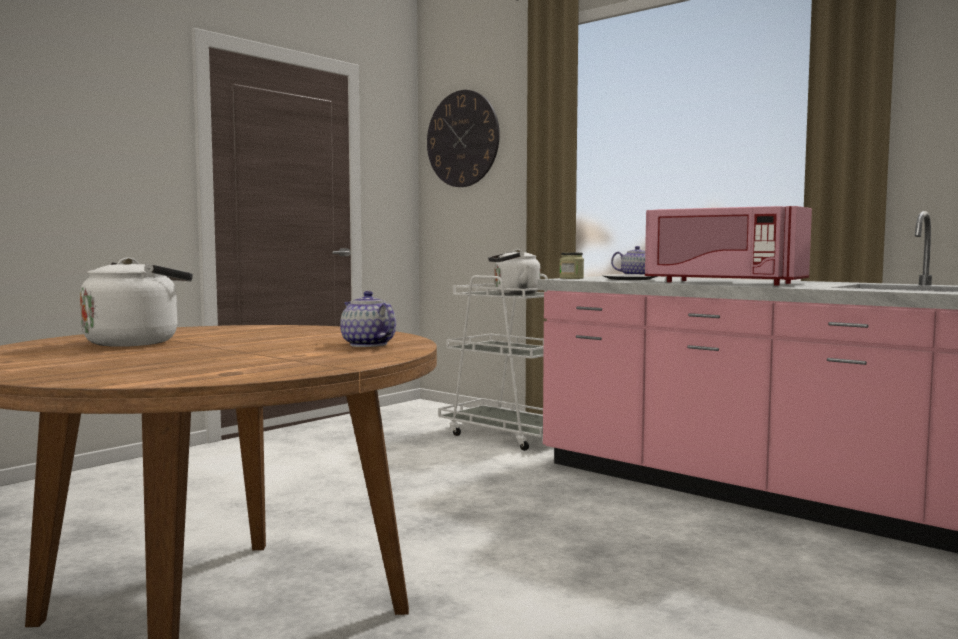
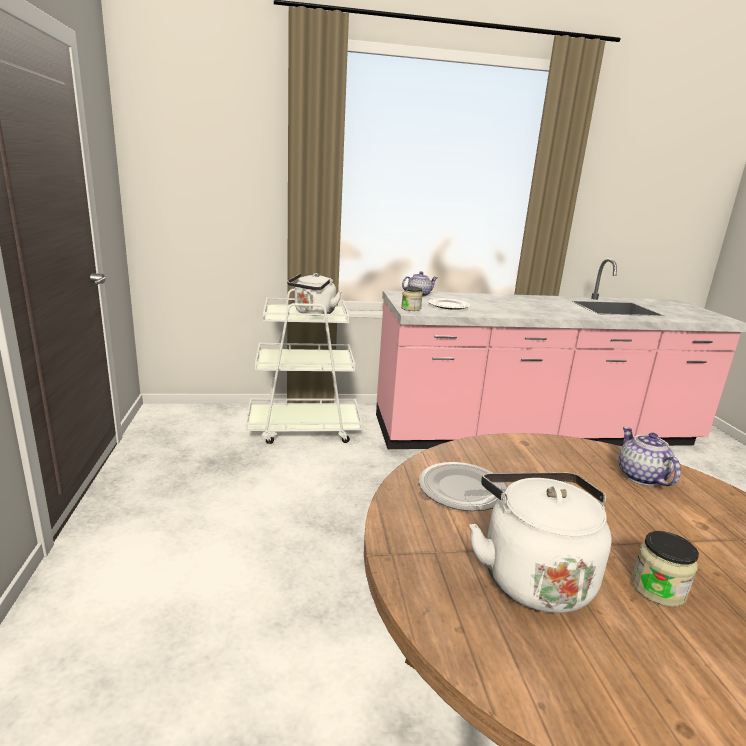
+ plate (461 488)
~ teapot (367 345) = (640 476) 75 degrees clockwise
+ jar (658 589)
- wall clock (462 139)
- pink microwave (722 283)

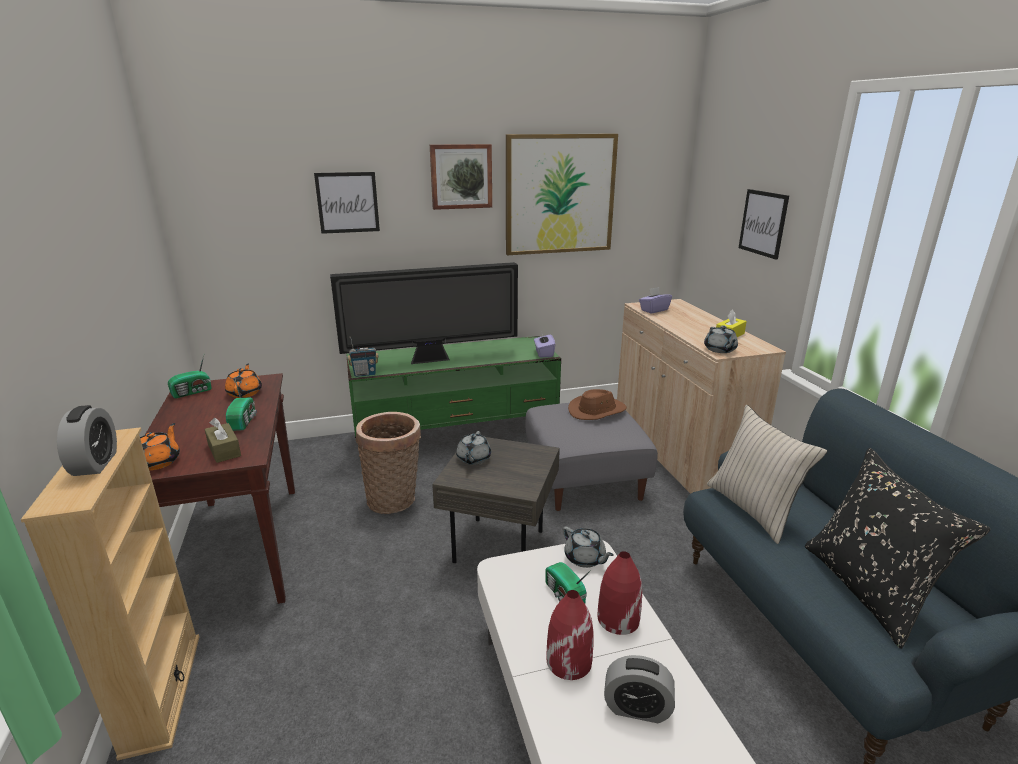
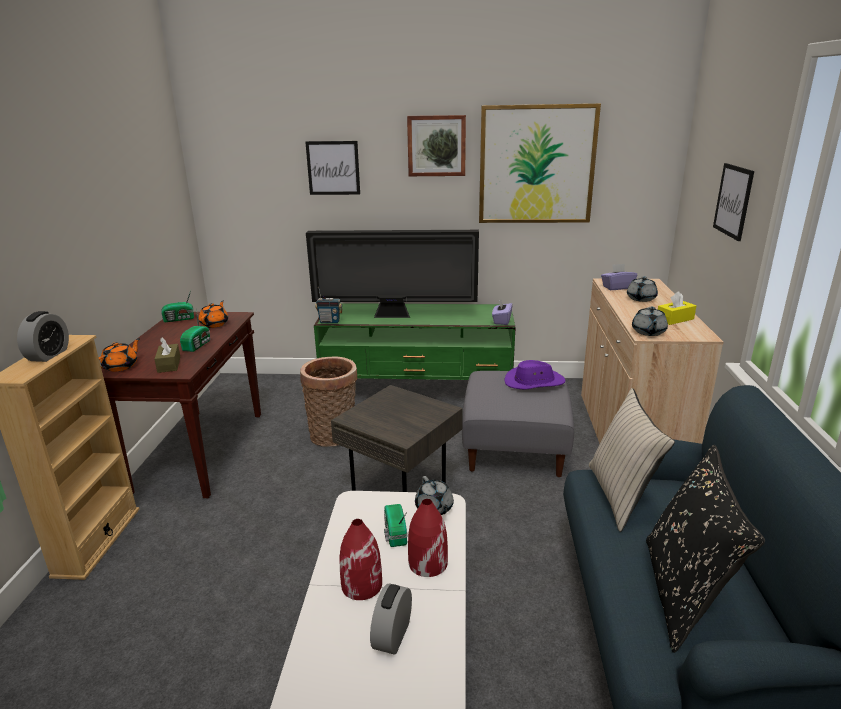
~ alarm clock (637 708) = (392 635) 75 degrees clockwise
~ brown hat (597 411) to purple hat (534 382)
~ grey teapot (473 459) to (640 299)

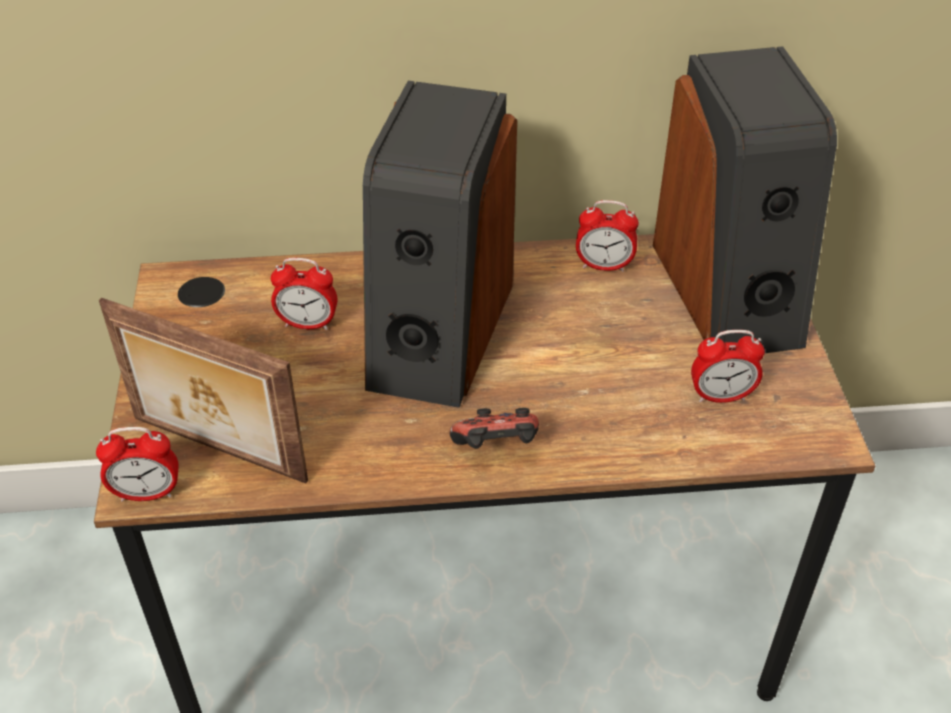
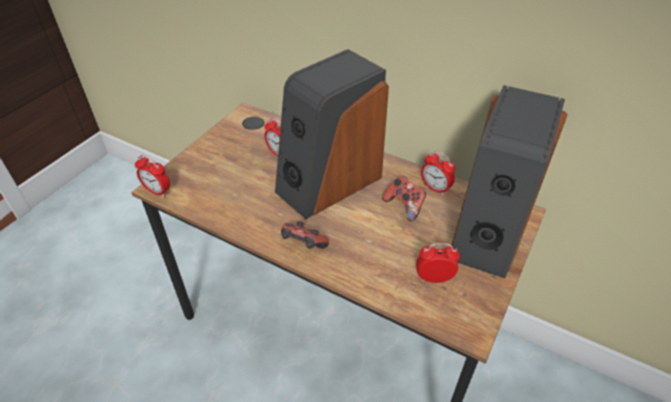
+ game controller (404 206)
~ alarm clock (721 396) = (434 278) 150 degrees clockwise
- picture frame (217 451)

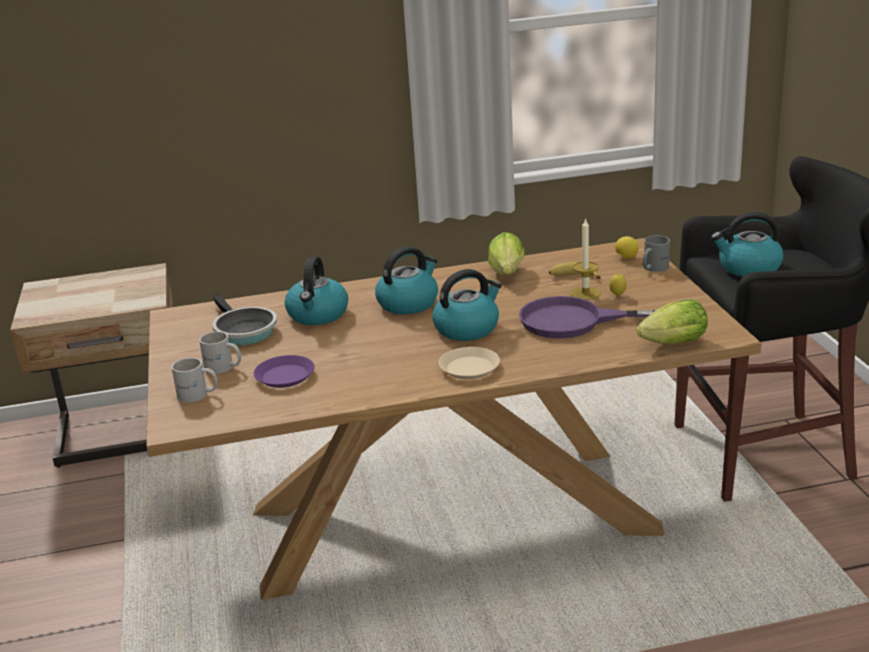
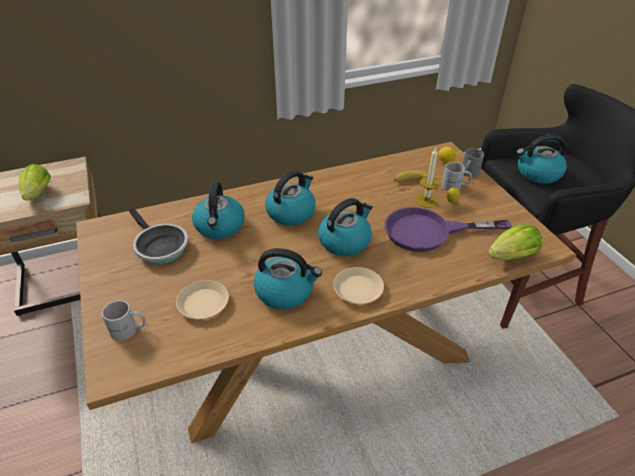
~ lettuce (507 274) to (37 195)
~ purple plate (285 376) to beige plate (203 303)
+ kettle (285 291)
~ white mug (223 368) to (455 186)

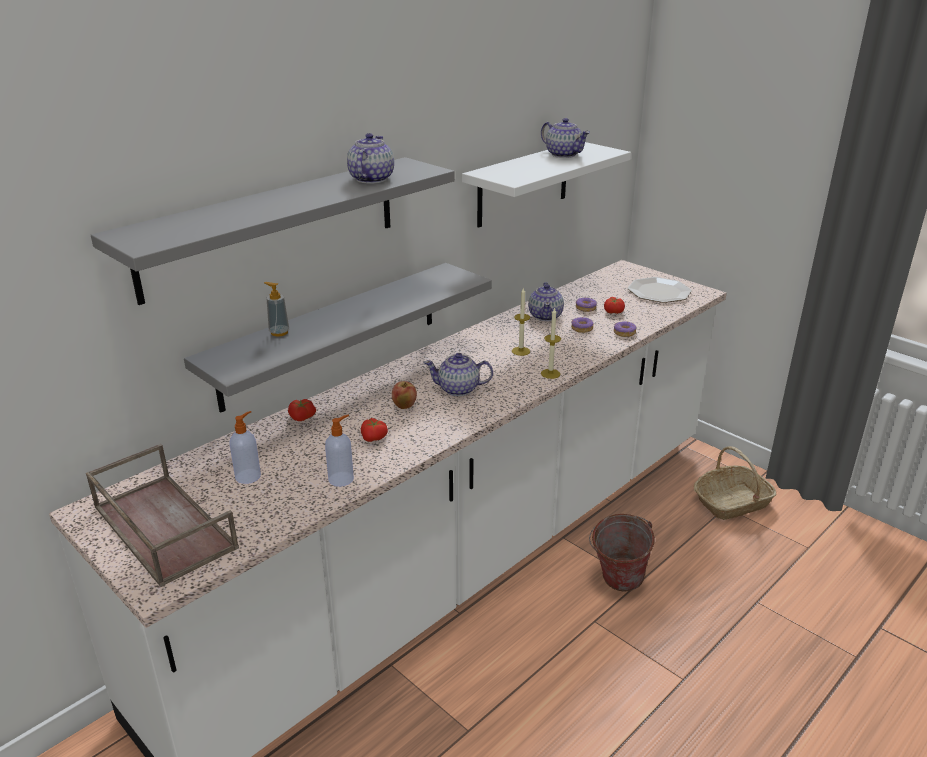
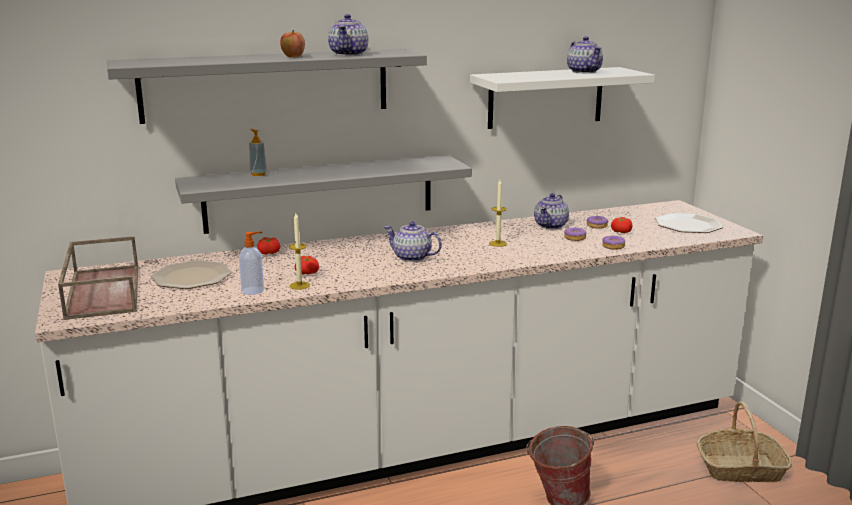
~ soap dispenser (249 476) to plate (191 277)
~ apple (404 406) to (293 57)
~ candle (550 373) to (299 285)
~ teapot (370 179) = (349 54) 150 degrees clockwise

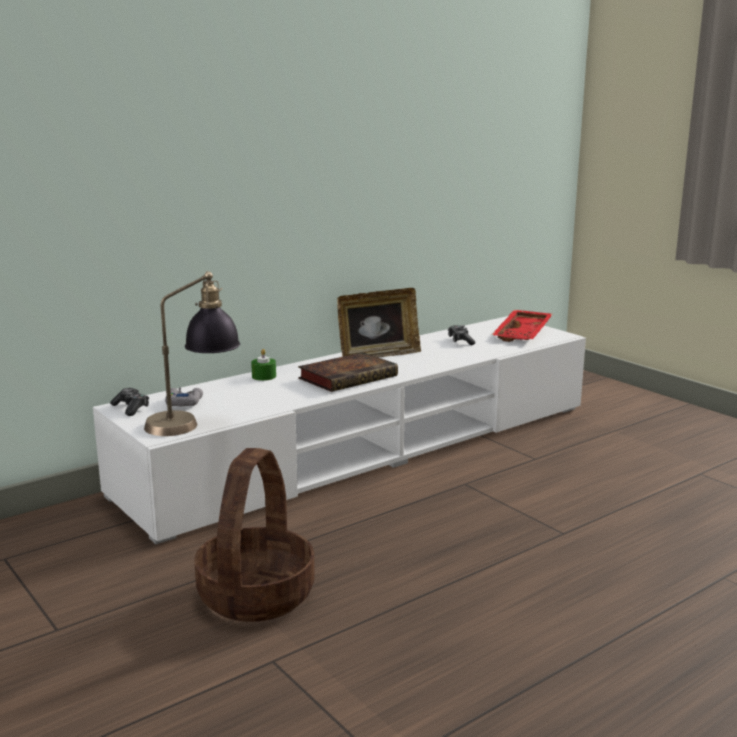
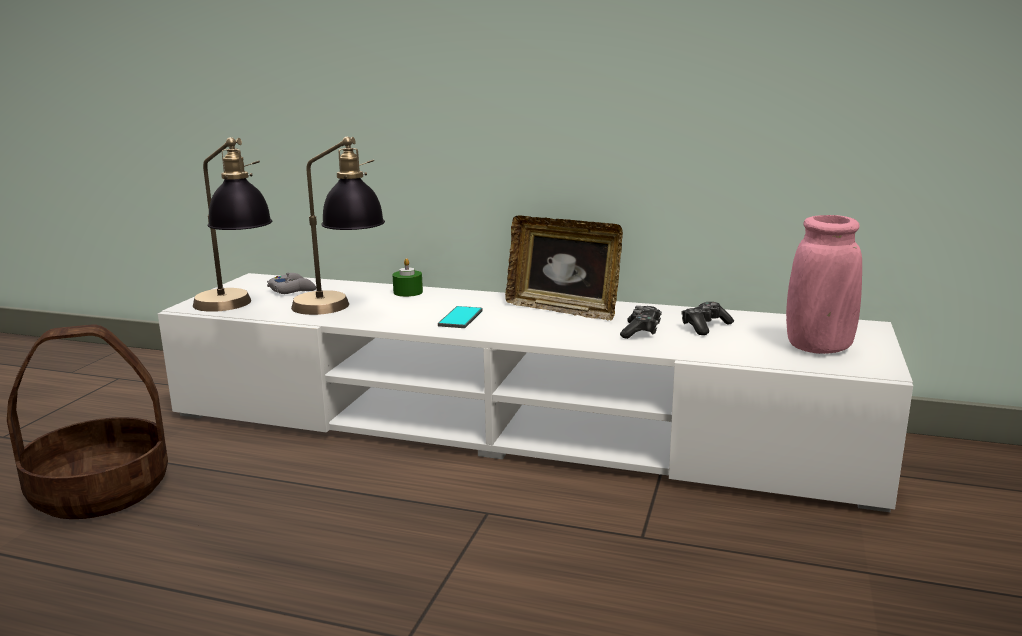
+ table lamp (340 309)
~ book (349 377) to phone (461 318)
~ game controller (131 408) to (641 331)
~ red tray (523 334) to pink vase (818 348)

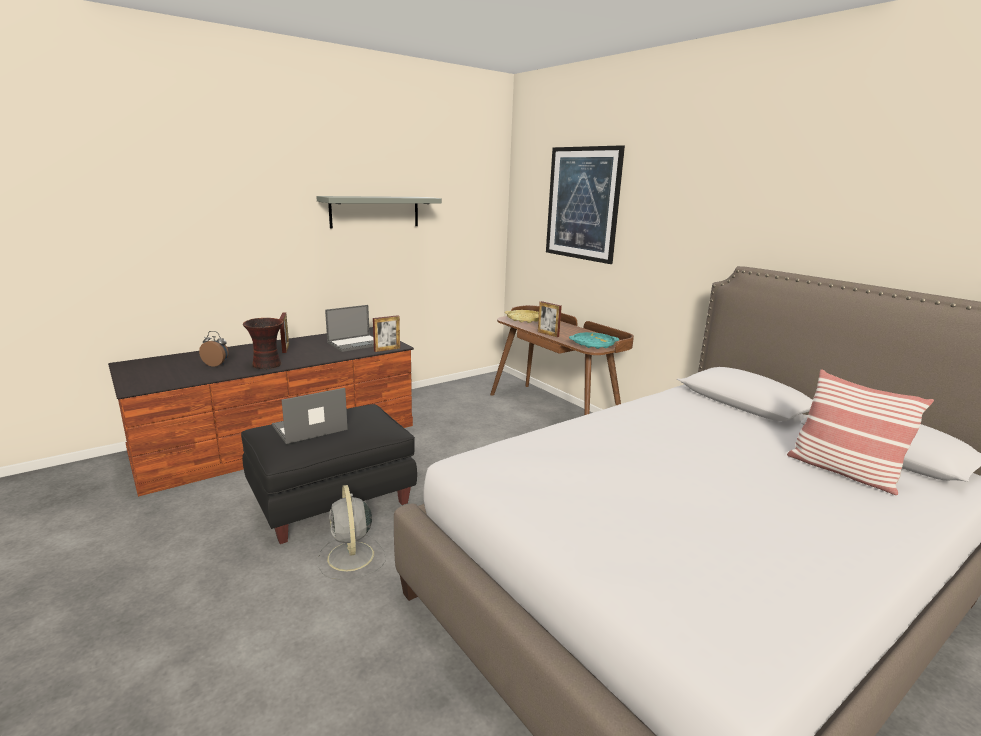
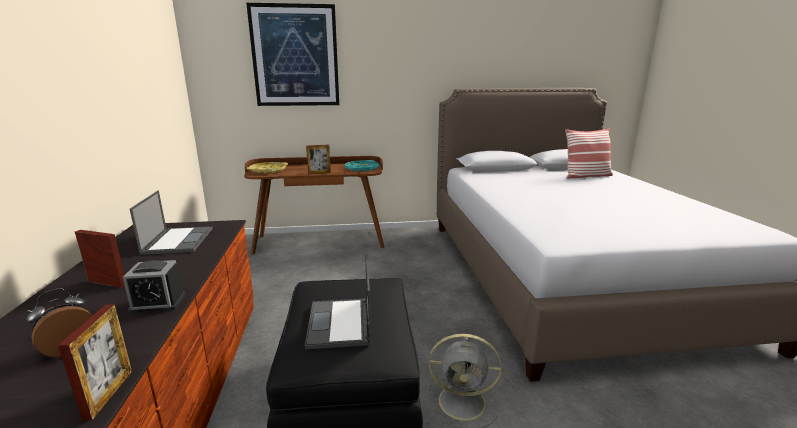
~ picture frame (387 349) to (109 394)
~ vase (268 365) to alarm clock (158 303)
- grey shelf (375 211)

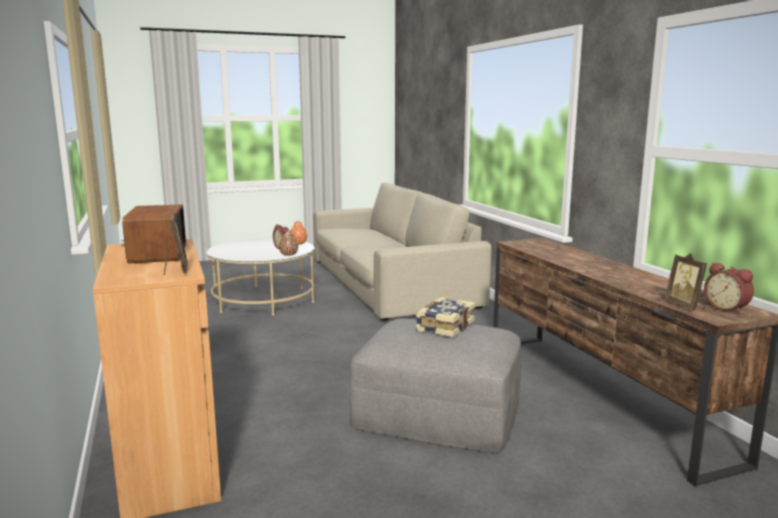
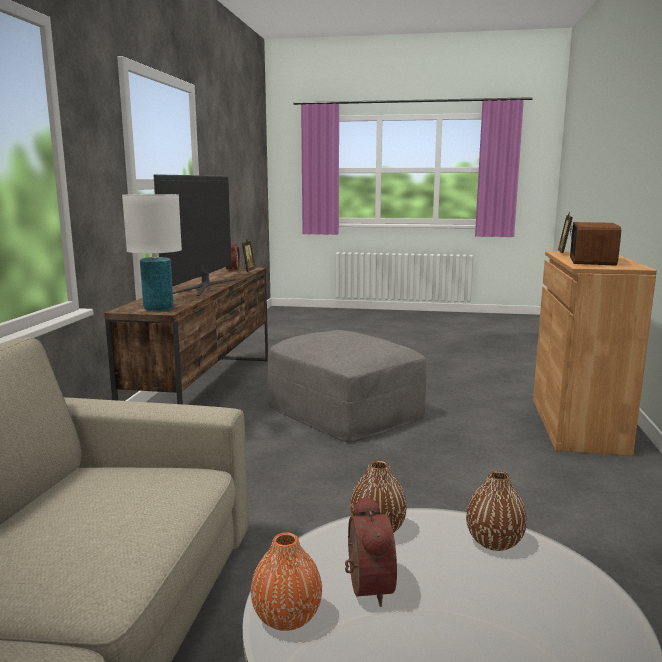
+ white table lamp (158 309)
+ television (202 286)
+ brown vase (494 542)
- book (444 326)

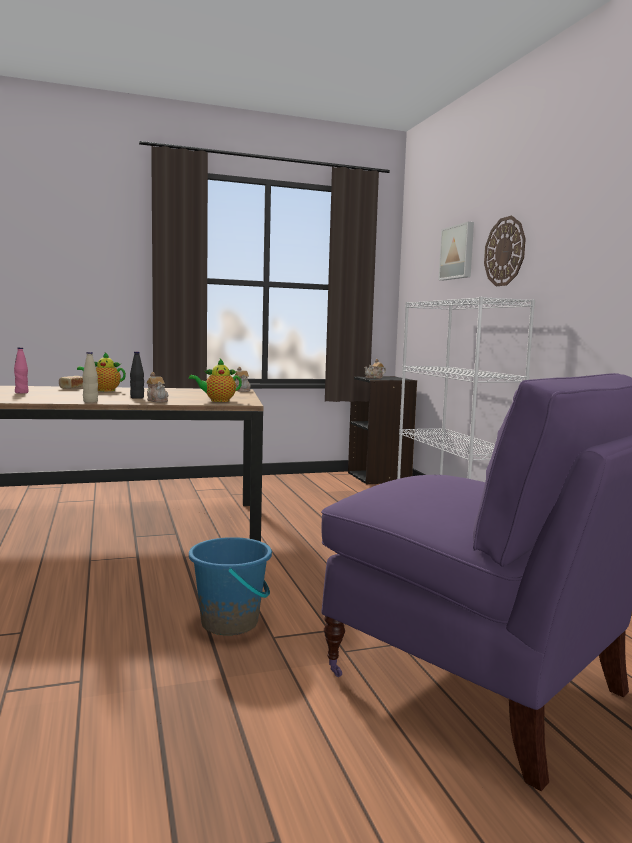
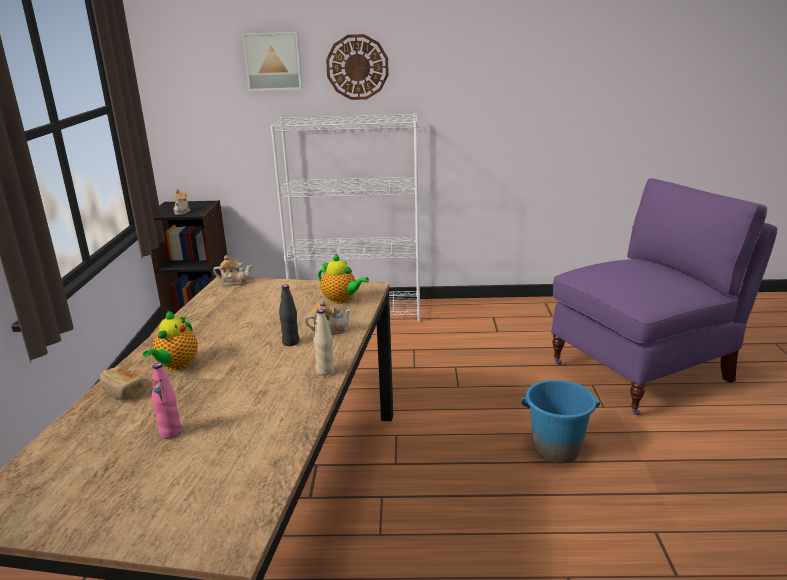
~ teapot (217 401) = (341 300) 60 degrees counterclockwise

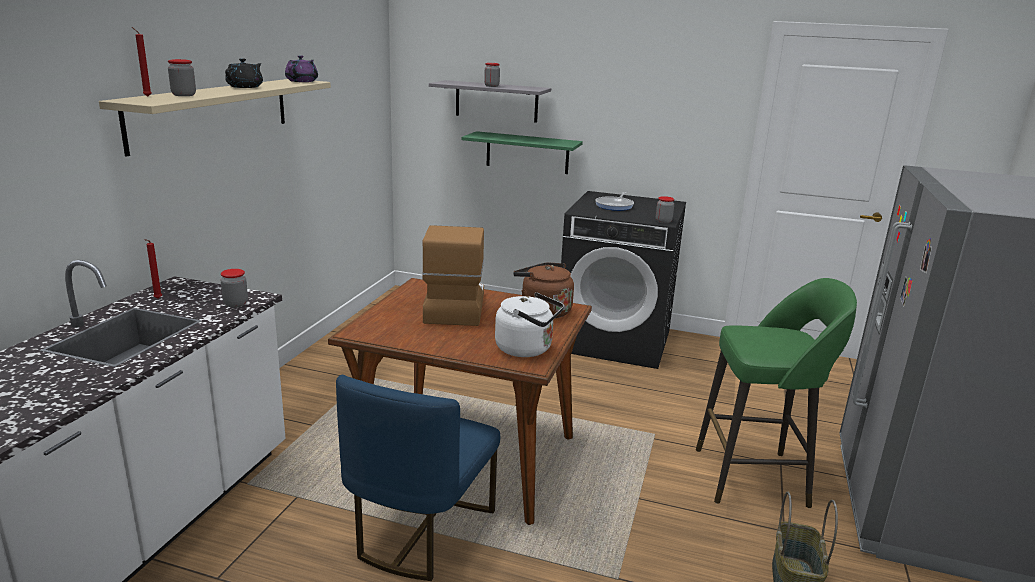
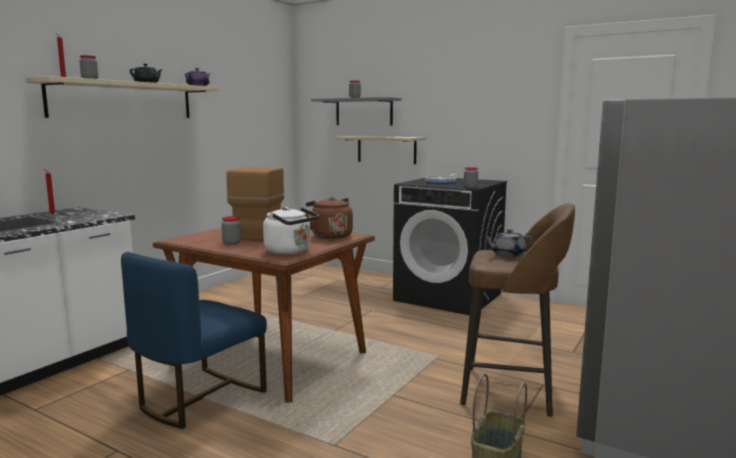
~ jar (236 304) to (231 243)
~ green shelf (527 153) to beige shelf (386 149)
~ green stool (754 477) to brown stool (511 391)
+ grey teapot (507 255)

